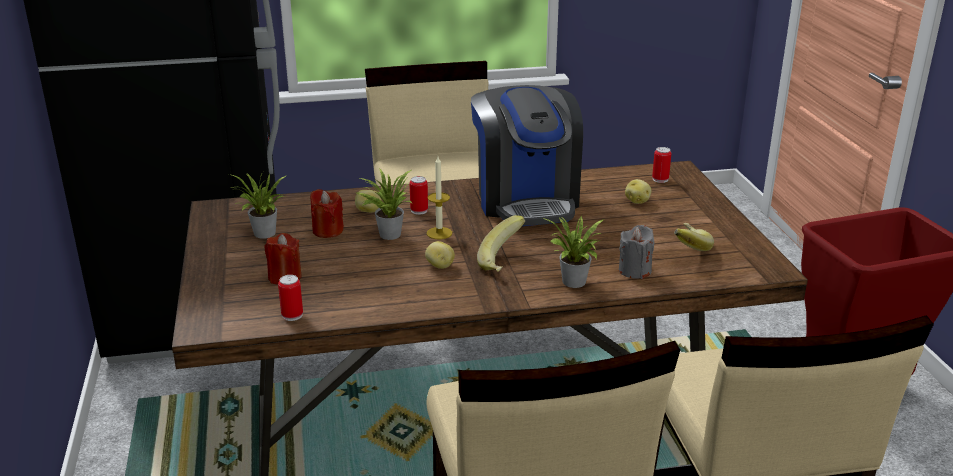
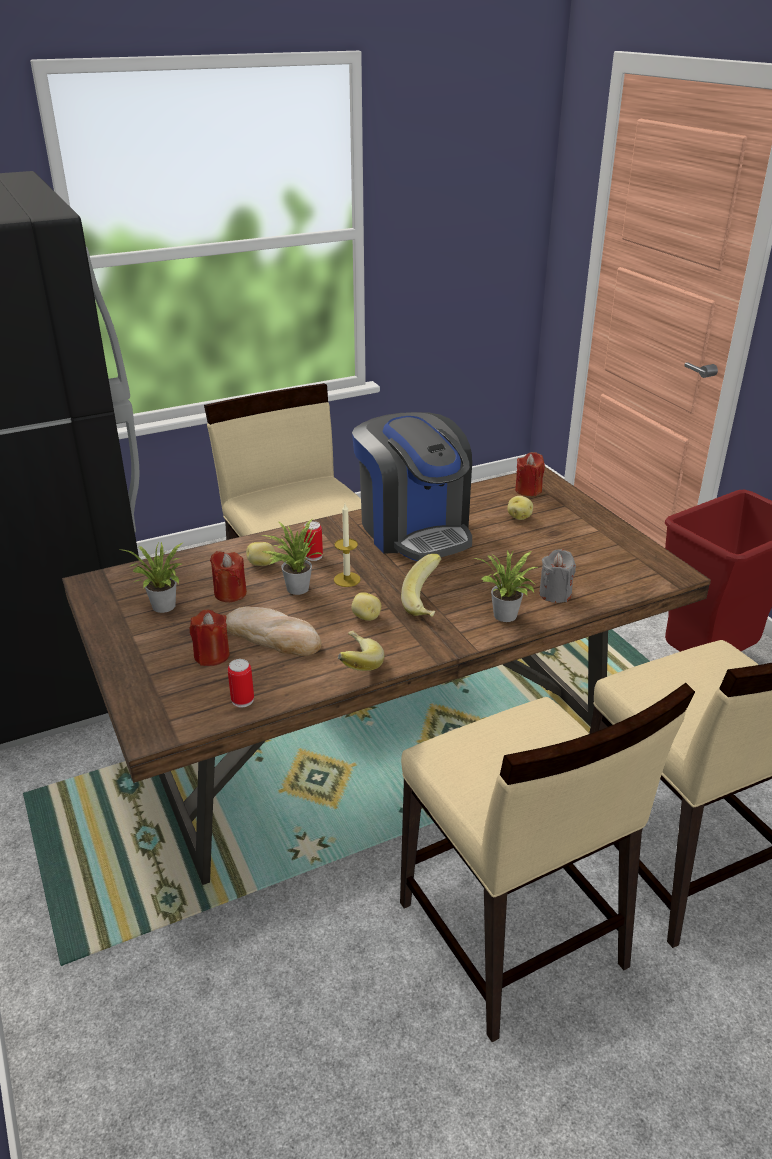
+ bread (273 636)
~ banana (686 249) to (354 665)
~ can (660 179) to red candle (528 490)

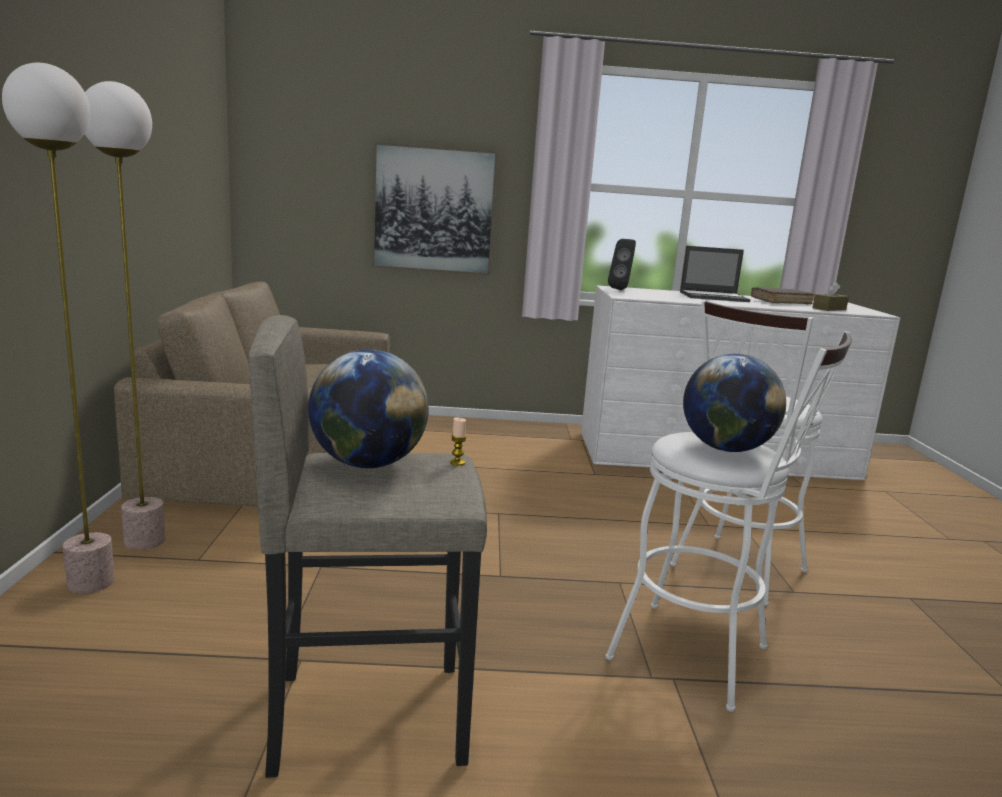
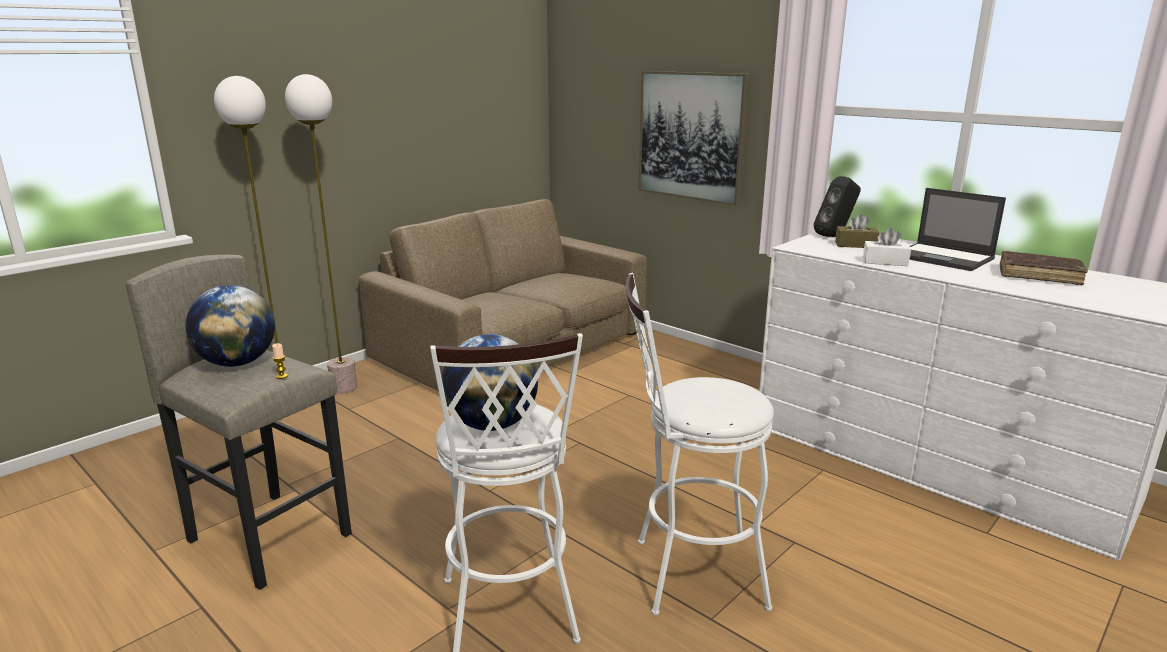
~ brown tissue box (829 309) to (855 245)
+ white tissue box (885 262)

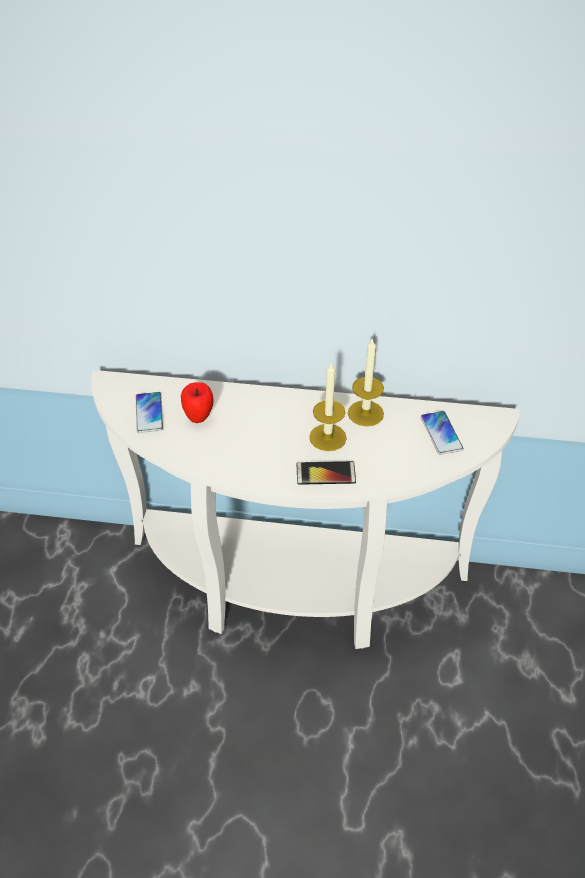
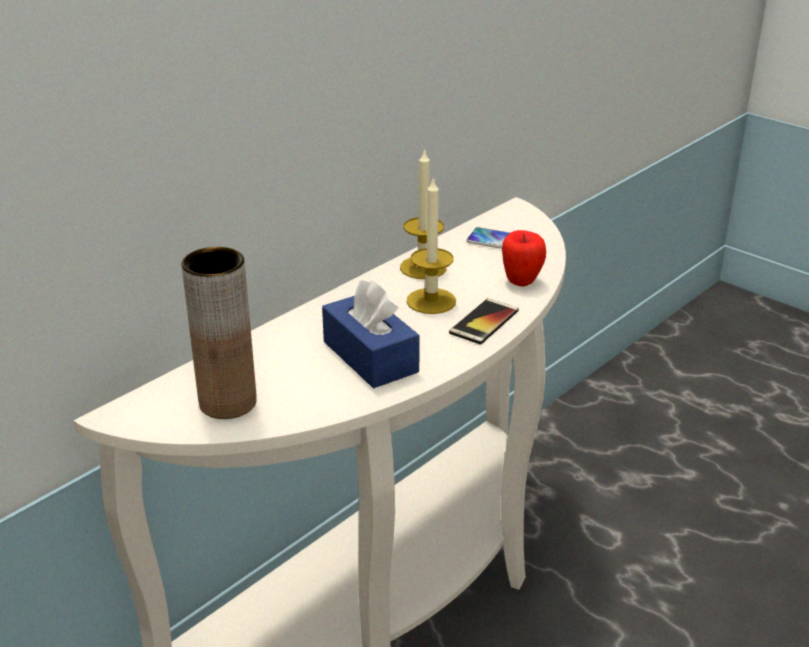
~ phone (149 413) to brown vase (228 403)
+ blue tissue box (370 357)
~ apple (199 418) to (521 281)

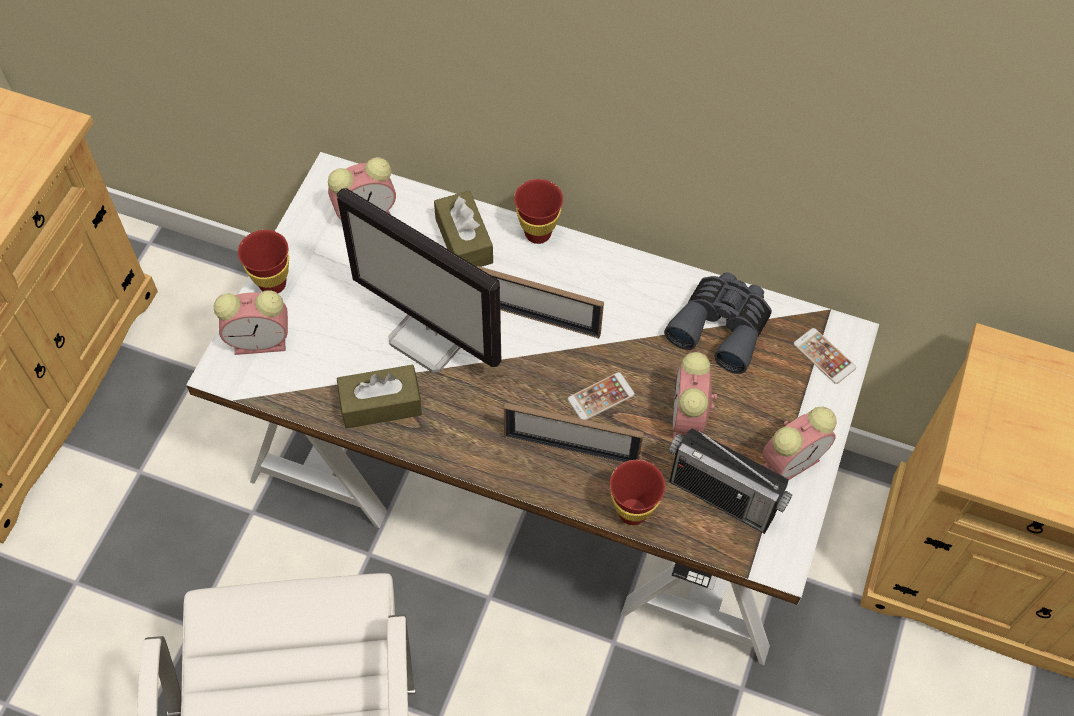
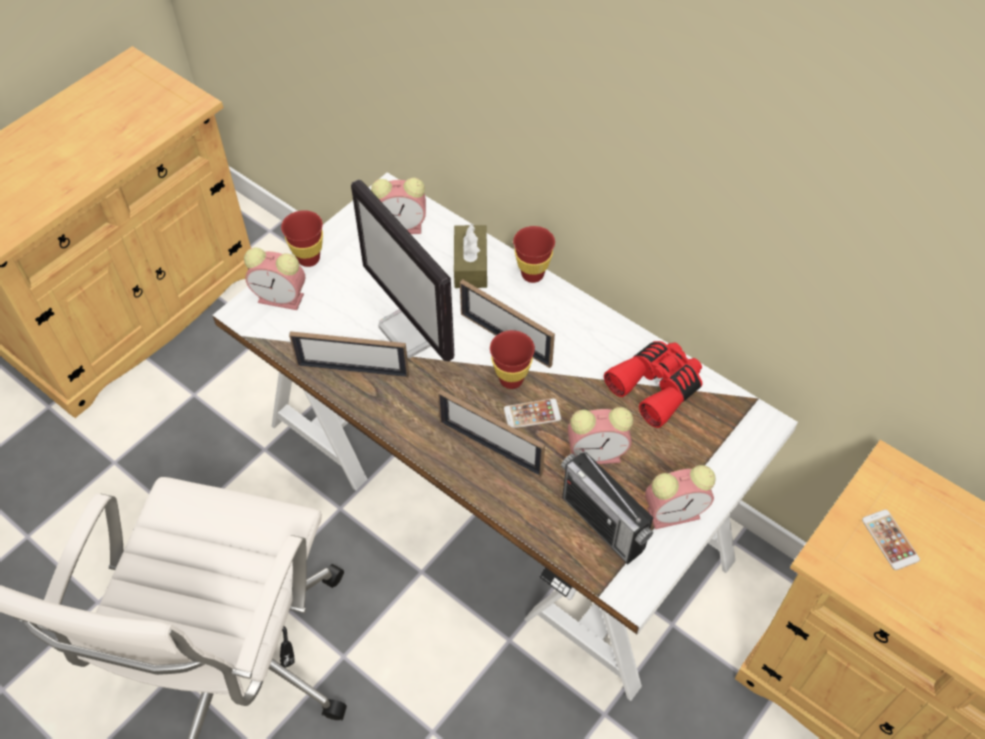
~ brown tissue box (381 404) to picture frame (353 370)
~ red cup (632 512) to (511 379)
~ alarm clock (688 420) = (598 453) 120 degrees counterclockwise
~ grey binoculars (721 326) to red binoculars (657 386)
~ phone (824 356) to (890 540)

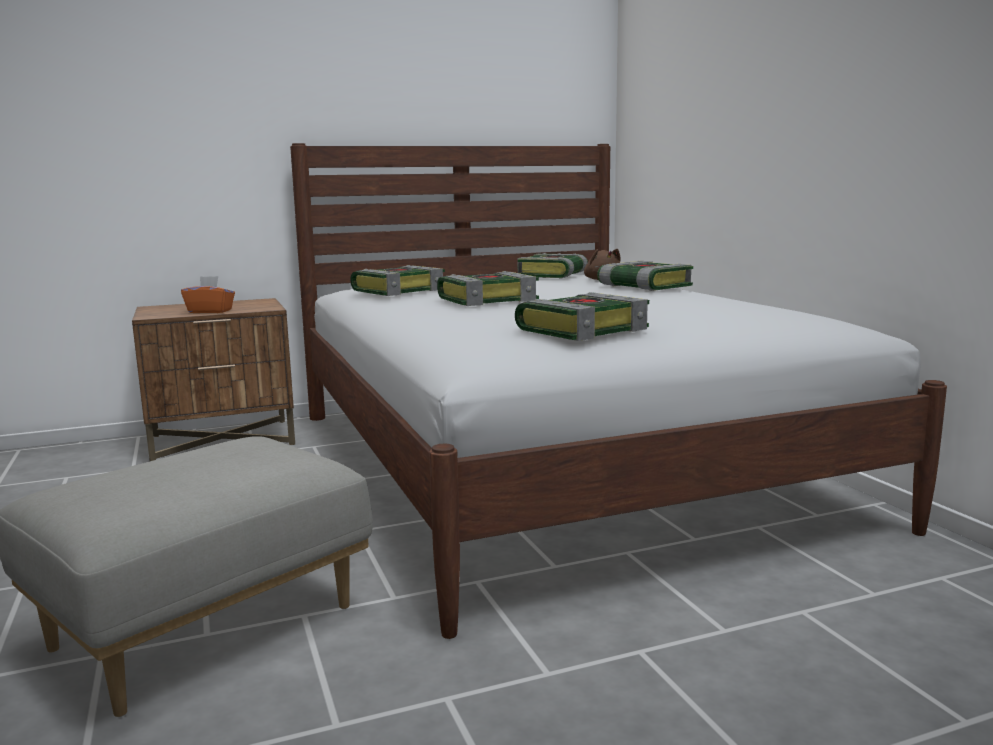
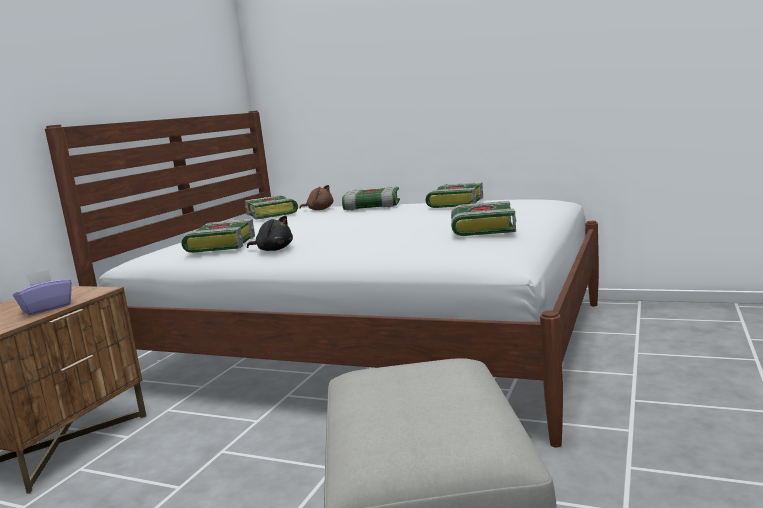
~ orange tissue box (210 311) to purple tissue box (46 308)
+ black plush toy (273 250)
~ book (488 300) to (455 203)

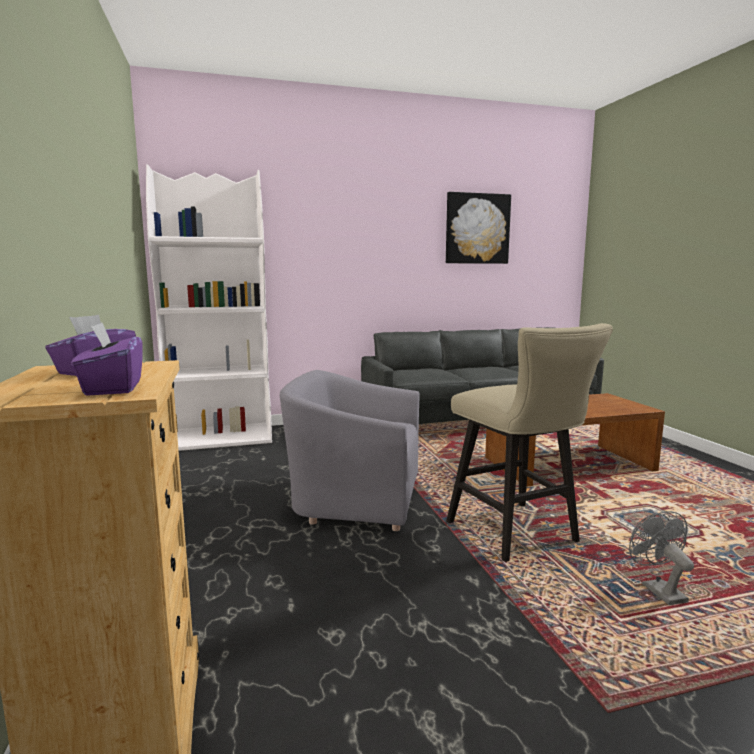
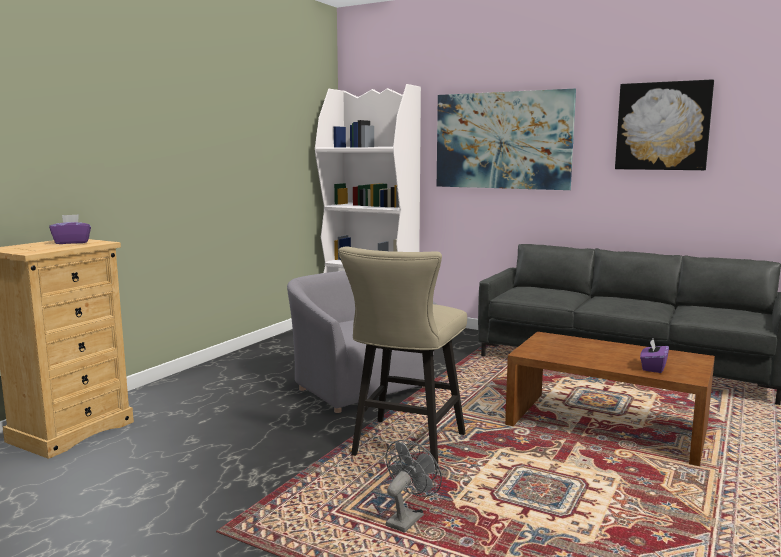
+ picture (502 140)
~ purple tissue box (112 388) to (653 367)

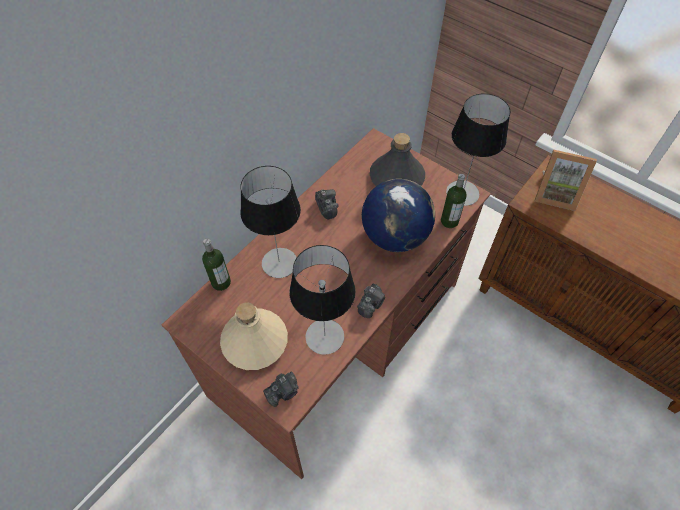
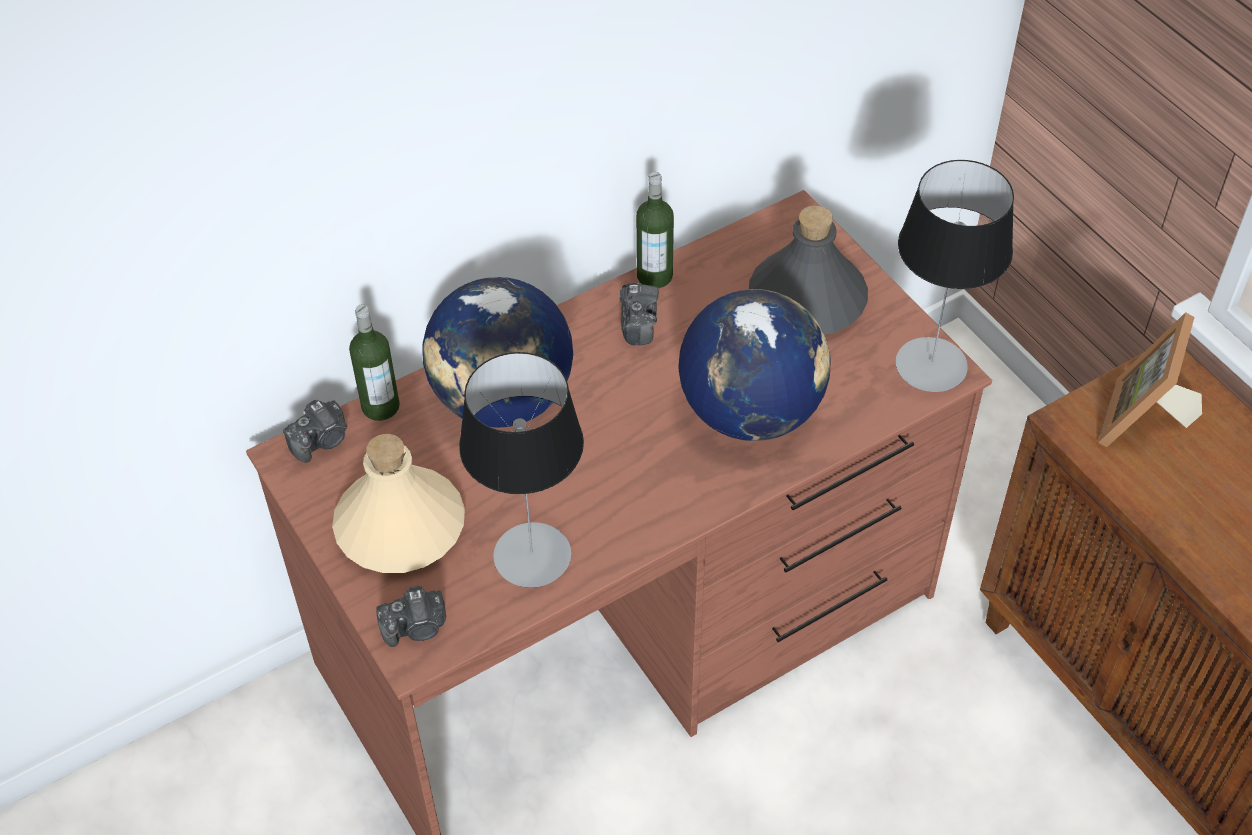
~ photo camera (371 304) to (322 441)
~ table lamp (279 262) to globe (503 400)
~ bottle (449 221) to (654 276)
~ picture frame (555 194) = (1144 422) 75 degrees clockwise

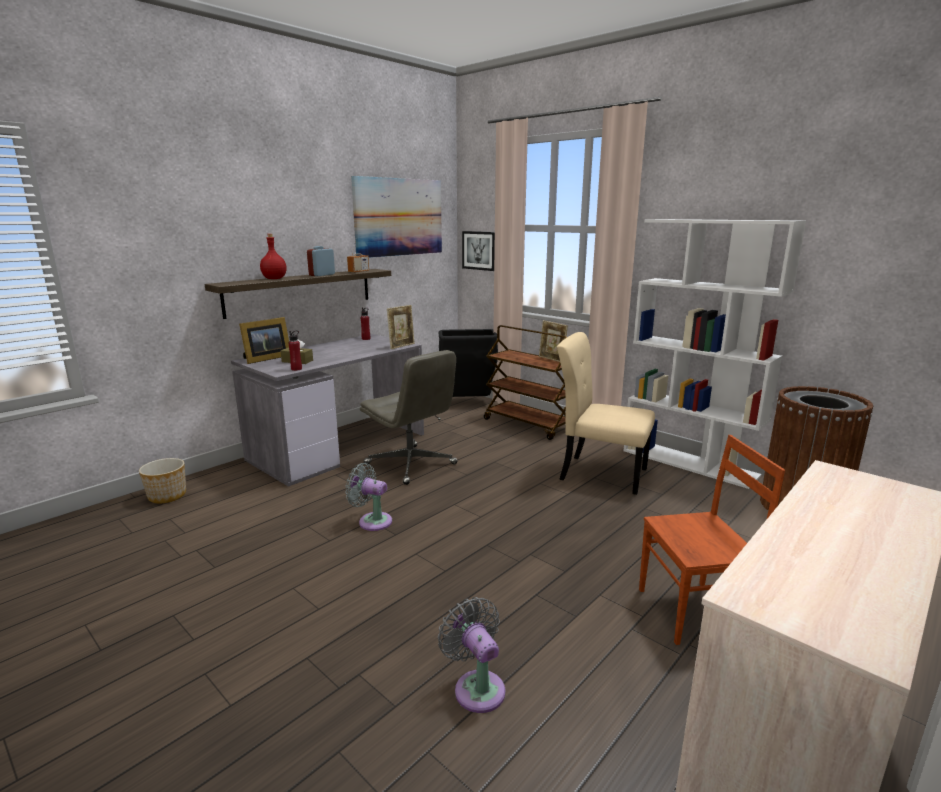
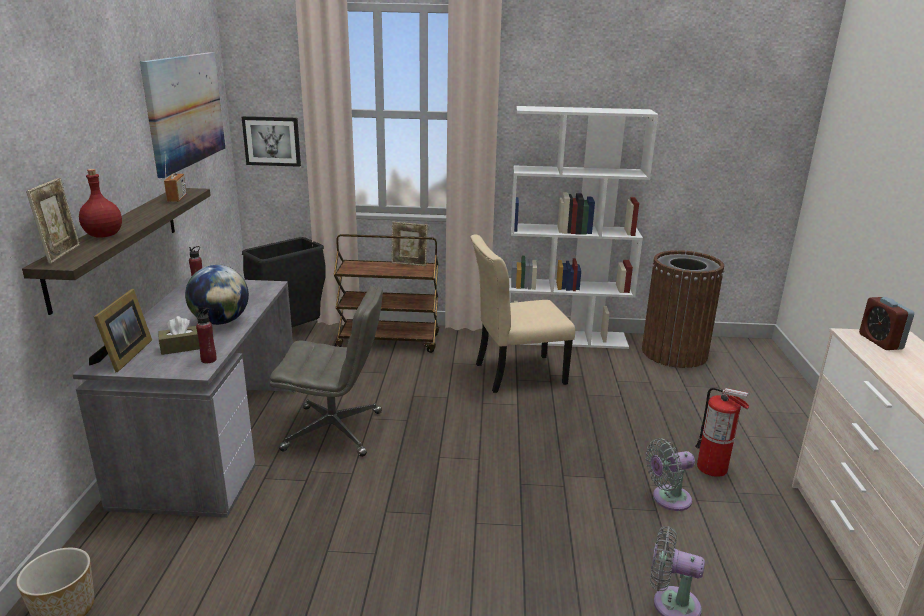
~ picture frame (401 346) to (62 254)
+ globe (220 322)
~ grey fan (372 521) to (668 499)
~ brown chair (693 613) to fire extinguisher (712 468)
~ alarm clock (322 275) to (880 341)

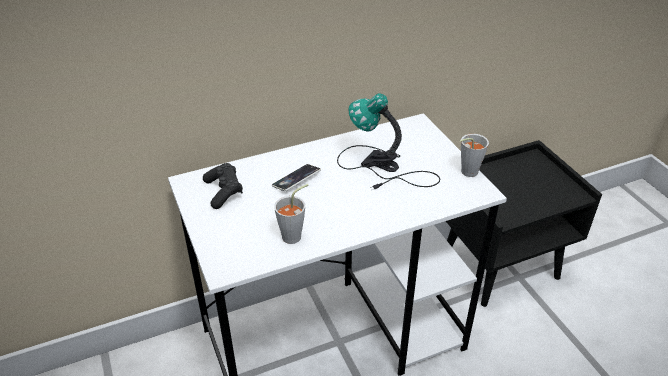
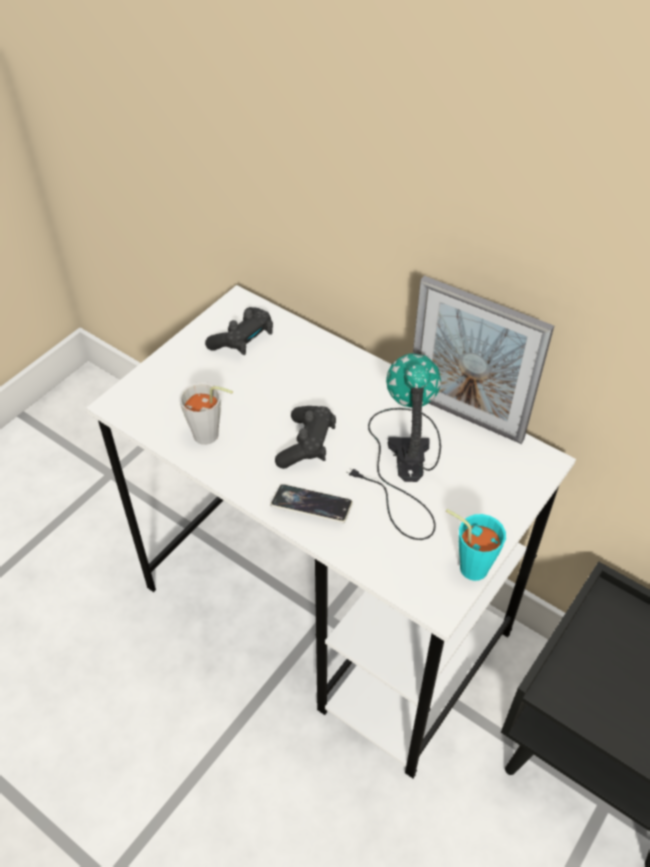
~ phone (296 180) to (311 506)
+ black game controller (307 445)
+ picture frame (465 416)
~ grey cup (466 172) to turquoise cup (467 564)

